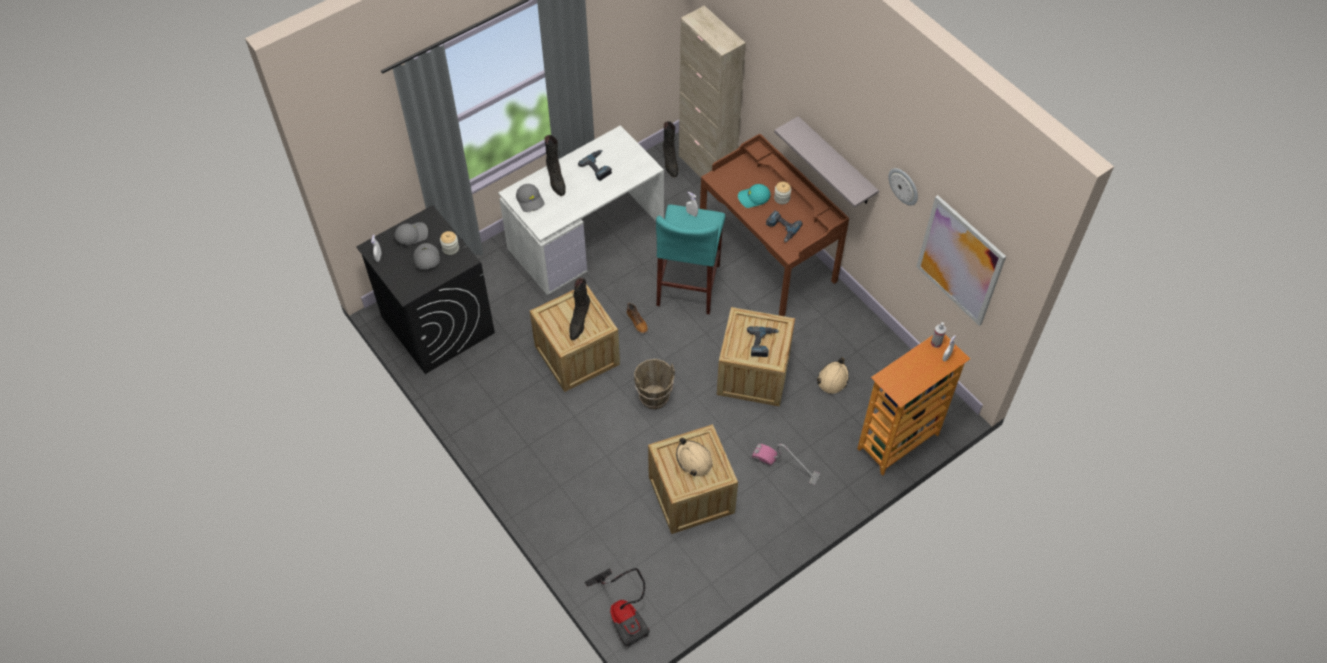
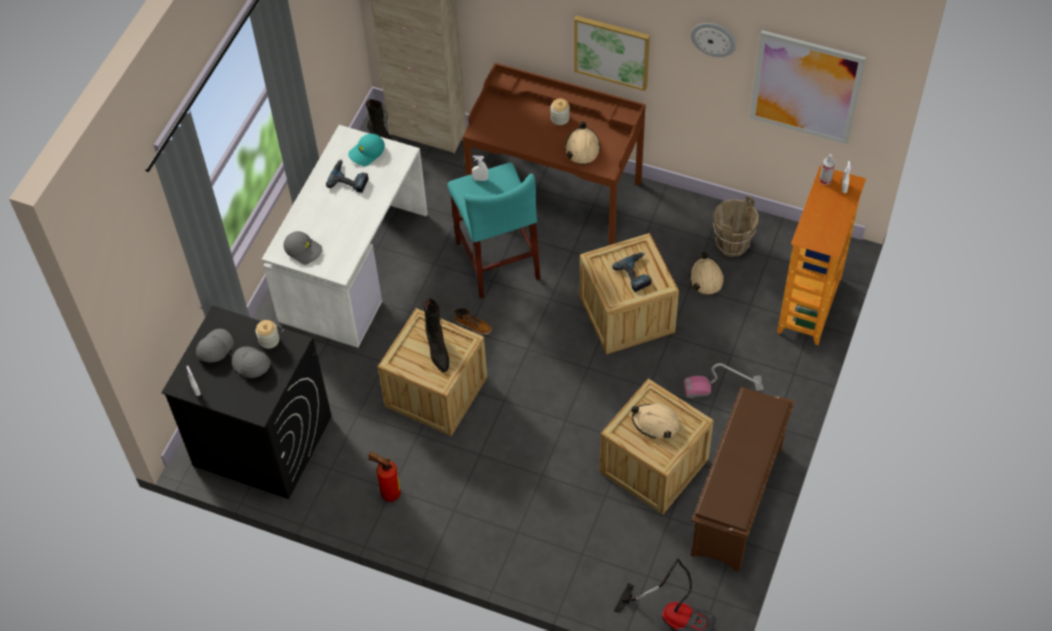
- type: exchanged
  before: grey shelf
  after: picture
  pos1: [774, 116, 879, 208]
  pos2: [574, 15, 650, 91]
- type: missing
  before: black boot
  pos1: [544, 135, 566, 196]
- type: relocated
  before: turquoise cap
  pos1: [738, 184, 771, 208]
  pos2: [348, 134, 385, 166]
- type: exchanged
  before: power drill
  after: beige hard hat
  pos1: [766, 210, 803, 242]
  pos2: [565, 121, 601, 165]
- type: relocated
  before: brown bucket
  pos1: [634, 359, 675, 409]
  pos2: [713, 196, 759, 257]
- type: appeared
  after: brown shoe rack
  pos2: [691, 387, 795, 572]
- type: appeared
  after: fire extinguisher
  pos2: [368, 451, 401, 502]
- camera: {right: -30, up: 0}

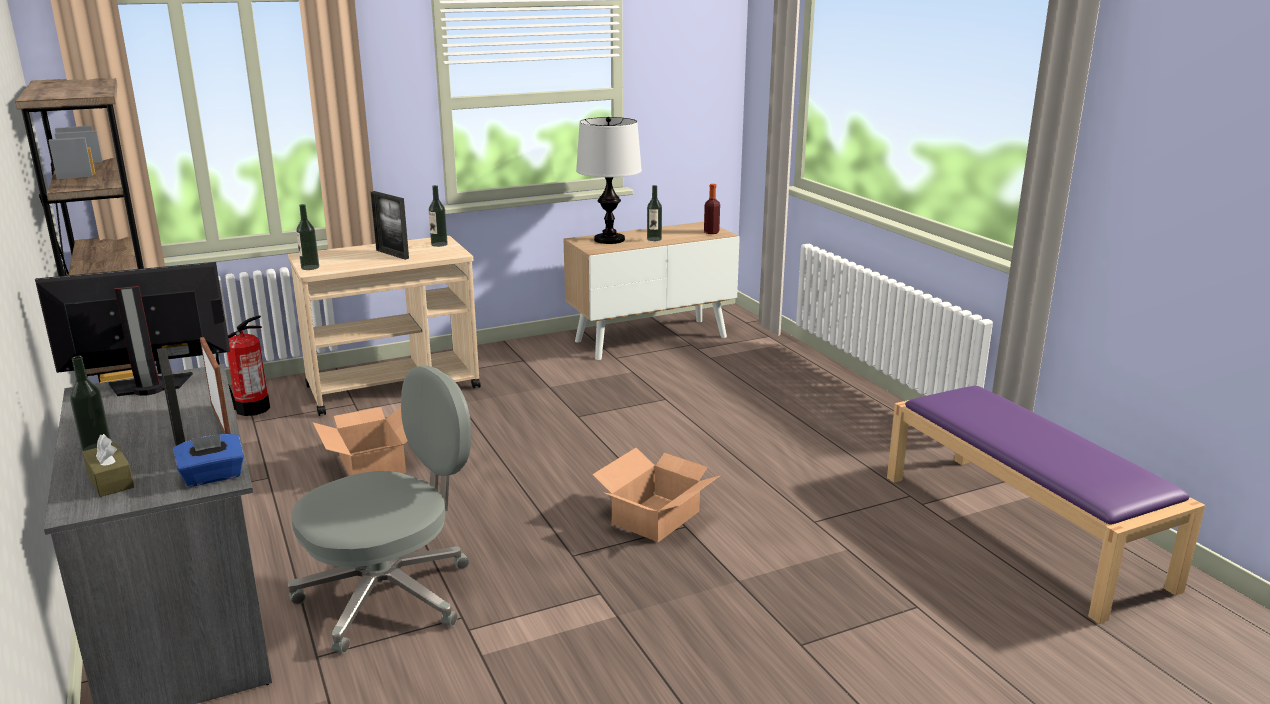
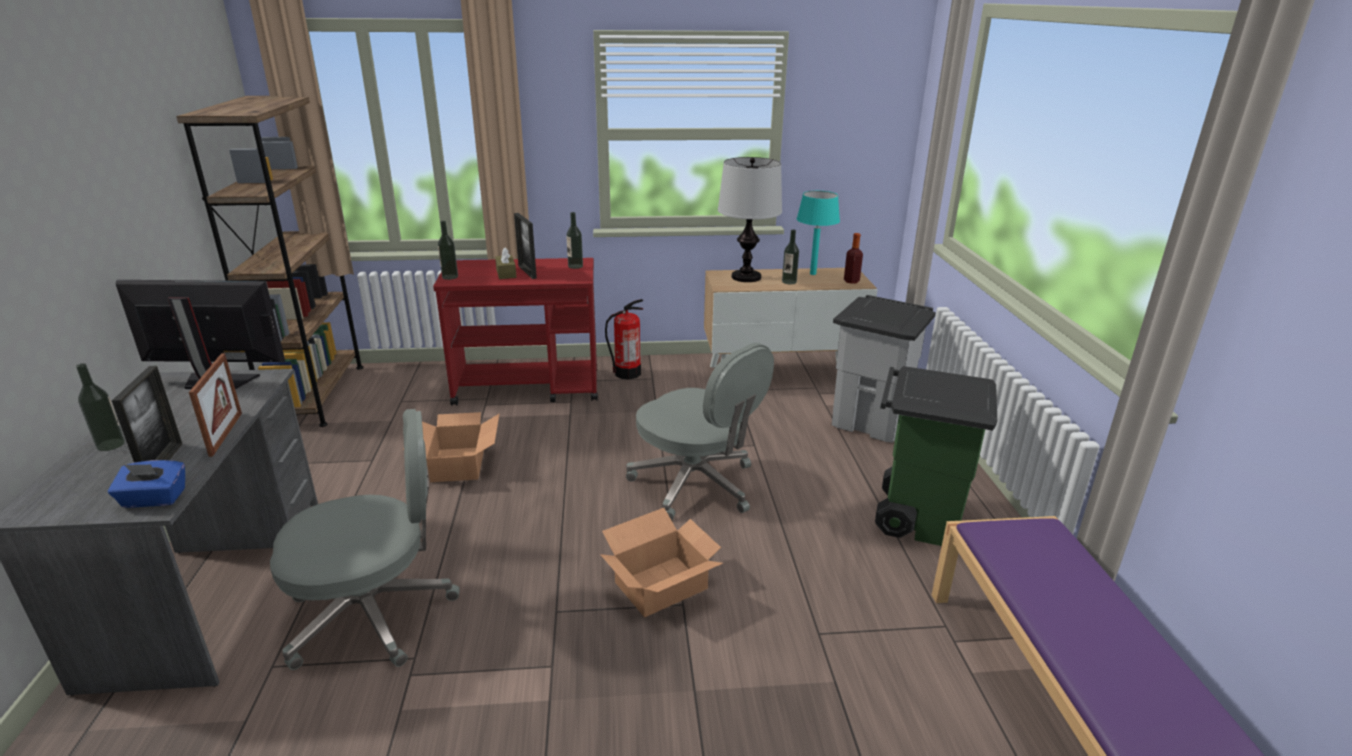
- type: colour
  before: beige cart
  after: red cart
  pos1: [288, 236, 481, 416]
  pos2: [433, 258, 598, 406]
- type: relocated
  before: fire extinguisher
  pos1: [216, 315, 270, 416]
  pos2: [605, 299, 643, 379]
- type: relocated
  before: brown tissue box
  pos1: [82, 434, 134, 497]
  pos2: [495, 247, 517, 279]
- type: appeared
  after: turquoise table lamp
  pos2: [797, 191, 840, 275]
- type: appeared
  after: grey trash can
  pos2: [832, 295, 936, 443]
- type: appeared
  after: grey office chair
  pos2: [626, 343, 774, 520]
- type: appeared
  after: green trash can
  pos2: [875, 366, 997, 546]
- camera: {right: 20, up: 5}

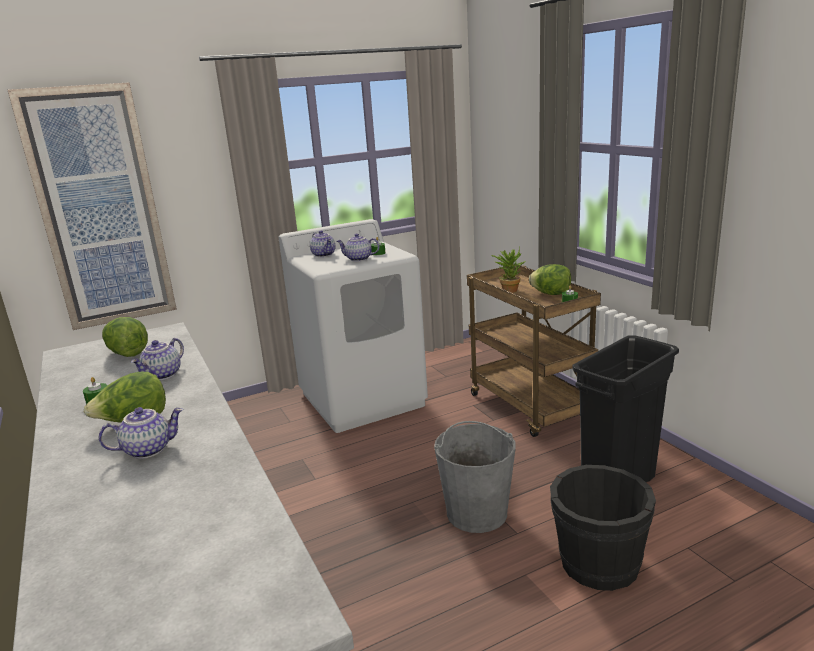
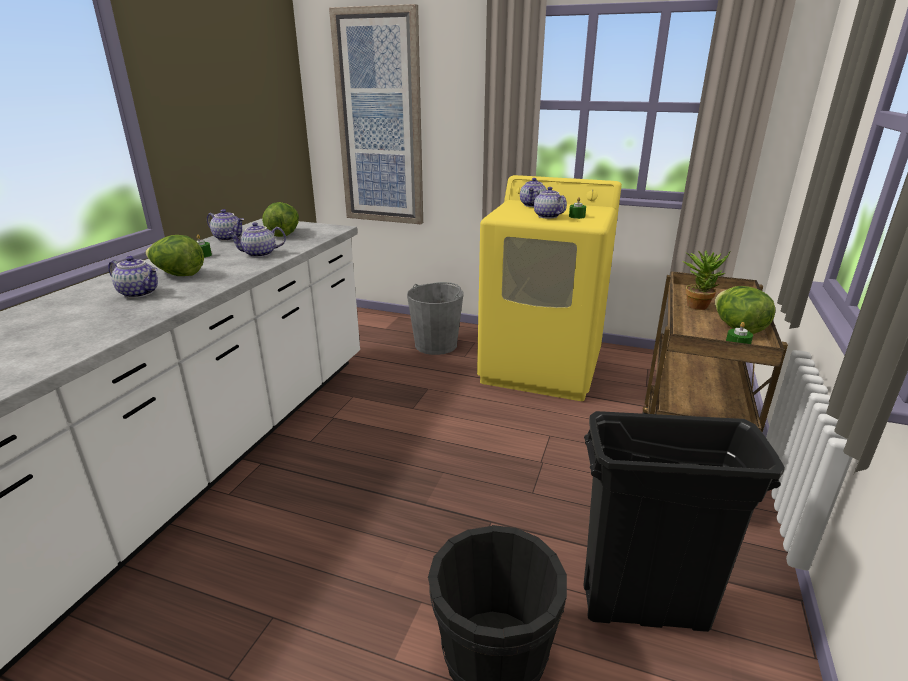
- type: colour
  before: white washing machine
  after: yellow washing machine
  pos1: [279, 219, 428, 433]
  pos2: [477, 175, 622, 401]
- type: relocated
  before: grey bucket
  pos1: [434, 421, 516, 533]
  pos2: [407, 282, 463, 355]
- type: appeared
  after: teapot
  pos2: [207, 209, 244, 241]
- camera: {right: 45, up: 5}

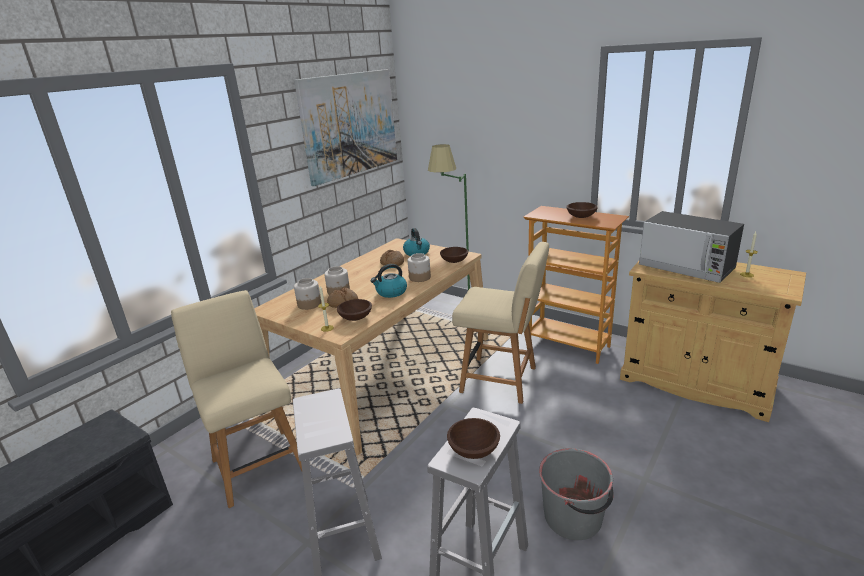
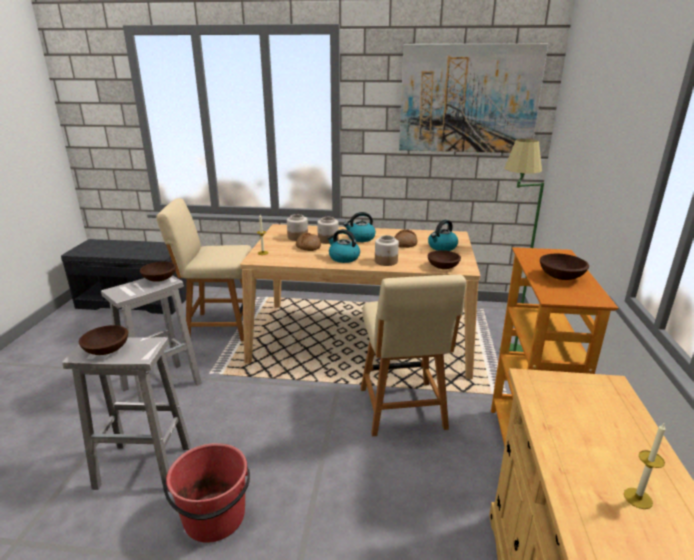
- type: missing
  before: microwave
  pos1: [639, 211, 744, 283]
- type: spun
  before: beige chair
  pos1: [171, 290, 302, 508]
  pos2: [156, 198, 252, 341]
  turn: -120
- type: relocated
  before: brown bowl
  pos1: [337, 299, 372, 321]
  pos2: [140, 262, 176, 282]
- type: colour
  before: grey bucket
  after: red bucket
  pos1: [539, 448, 614, 540]
  pos2: [163, 443, 250, 543]
- type: appeared
  after: kettle
  pos2: [343, 212, 376, 242]
- camera: {right: 60, up: 0}

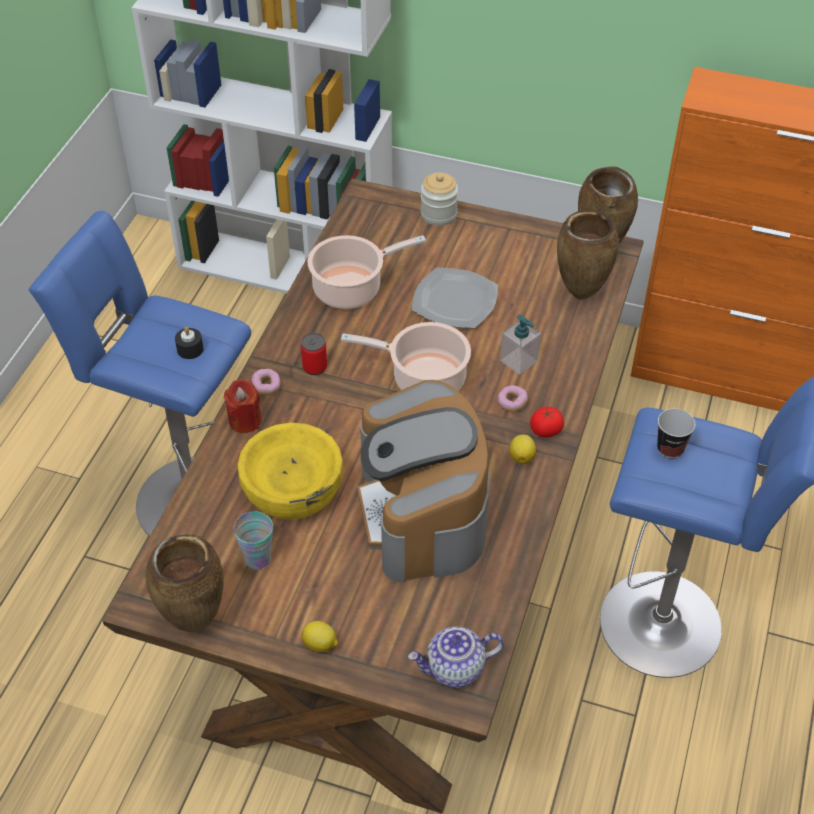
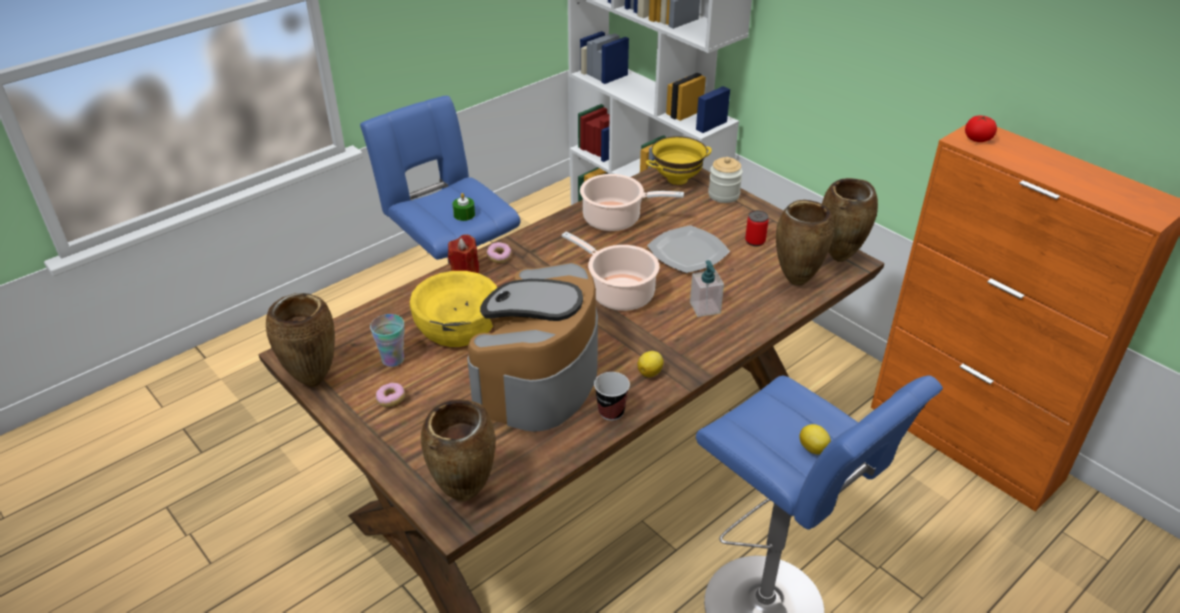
- type: colour
  before: black candle
  after: green candle
  pos1: [175, 327, 204, 359]
  pos2: [452, 193, 475, 221]
- type: relocated
  before: can
  pos1: [301, 333, 327, 375]
  pos2: [745, 210, 769, 246]
- type: relocated
  before: donut
  pos1: [498, 385, 528, 412]
  pos2: [376, 383, 405, 407]
- type: relocated
  before: tomato
  pos1: [530, 407, 564, 438]
  pos2: [965, 115, 997, 142]
- type: relocated
  before: cup
  pos1: [657, 408, 695, 458]
  pos2: [594, 372, 630, 421]
- type: relocated
  before: lemon
  pos1: [301, 621, 338, 652]
  pos2: [799, 424, 831, 455]
- type: exchanged
  before: teapot
  after: brown vase
  pos1: [408, 626, 504, 688]
  pos2: [421, 399, 496, 501]
- type: appeared
  after: yellow bowl
  pos2: [646, 136, 712, 185]
- camera: {right: 30, up: -10}

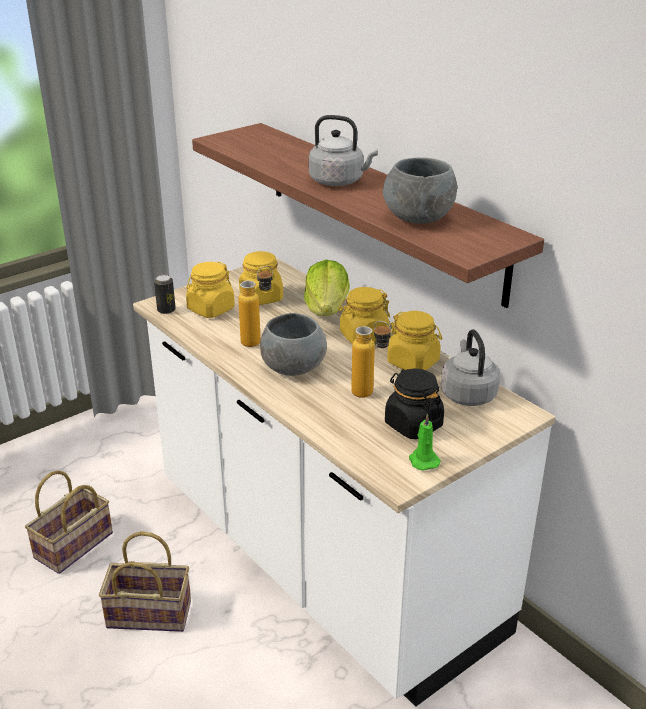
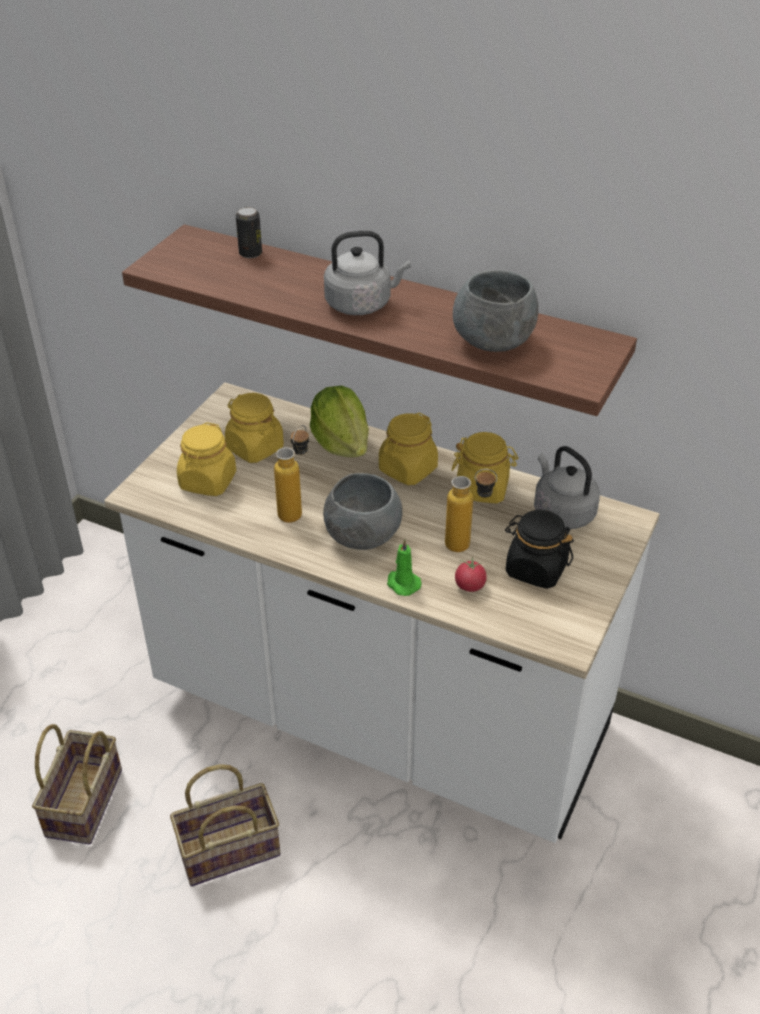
- type: relocated
  before: can
  pos1: [154, 275, 176, 314]
  pos2: [236, 207, 262, 258]
- type: relocated
  before: green candle
  pos1: [409, 413, 441, 471]
  pos2: [387, 539, 422, 596]
- type: appeared
  after: tomato
  pos2: [455, 557, 487, 592]
- camera: {right: -25, up: 10}

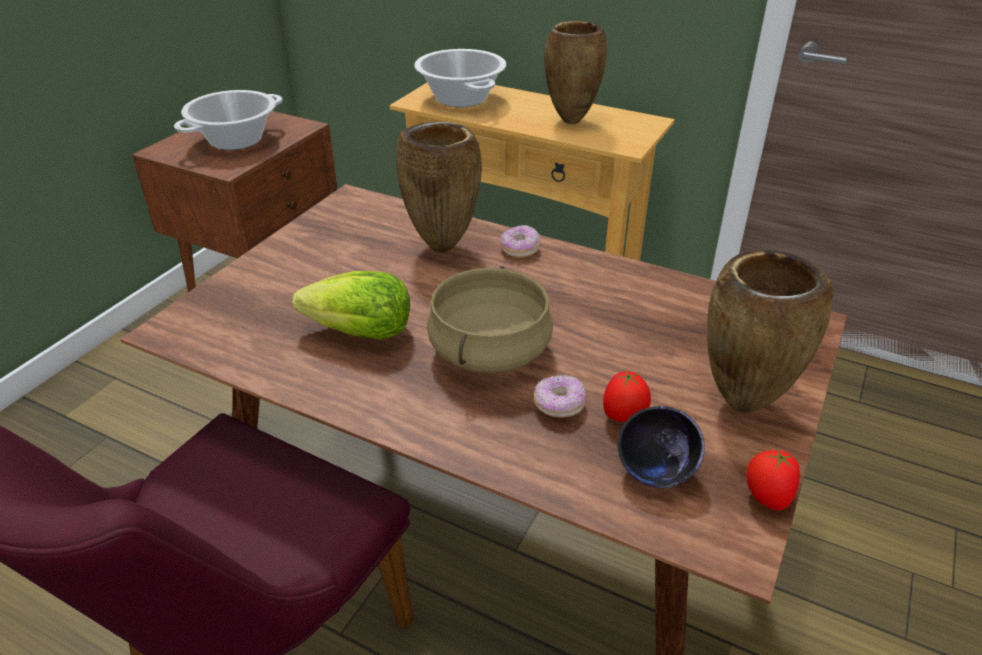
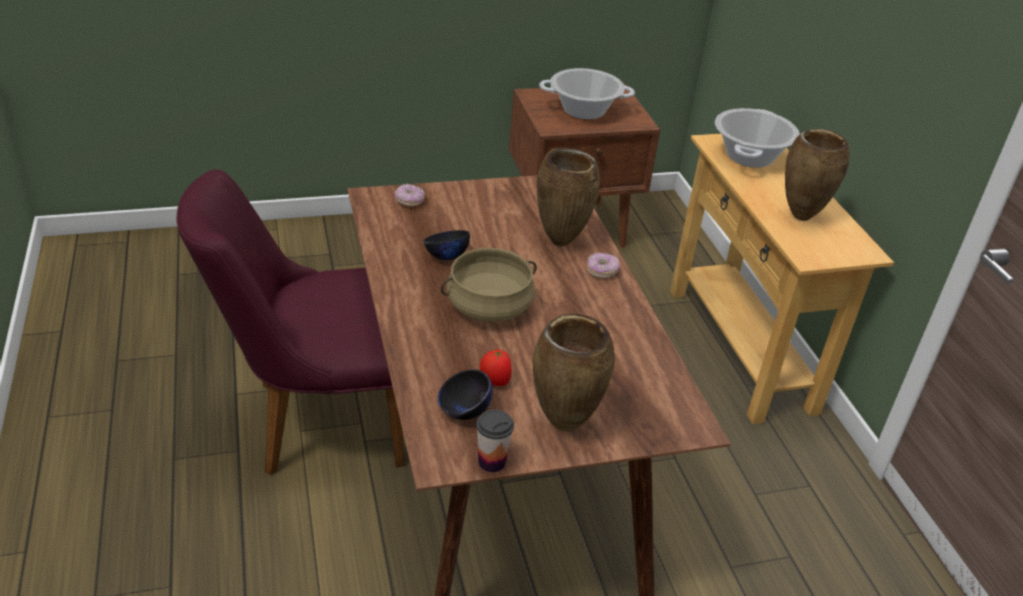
- type: exchanged
  before: lettuce
  after: black bowl
  pos1: [293, 271, 410, 340]
  pos2: [424, 230, 470, 260]
- type: relocated
  before: donut
  pos1: [534, 375, 586, 418]
  pos2: [394, 184, 425, 207]
- type: exchanged
  before: tomato
  after: cup
  pos1: [746, 448, 800, 511]
  pos2: [476, 409, 514, 472]
- camera: {right: 45, up: 0}

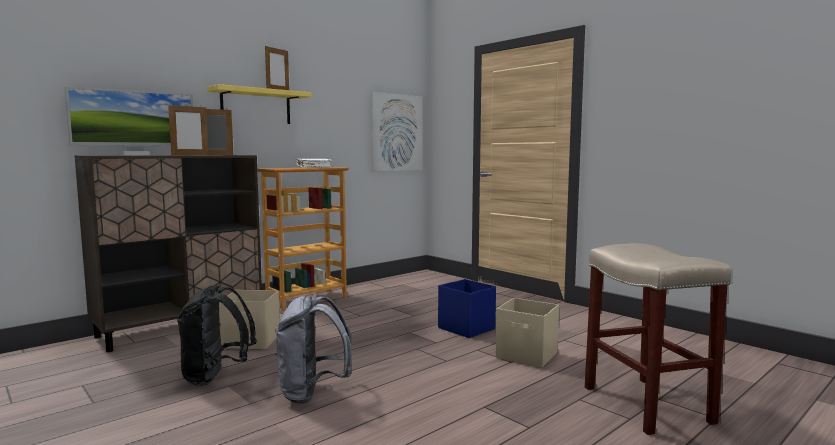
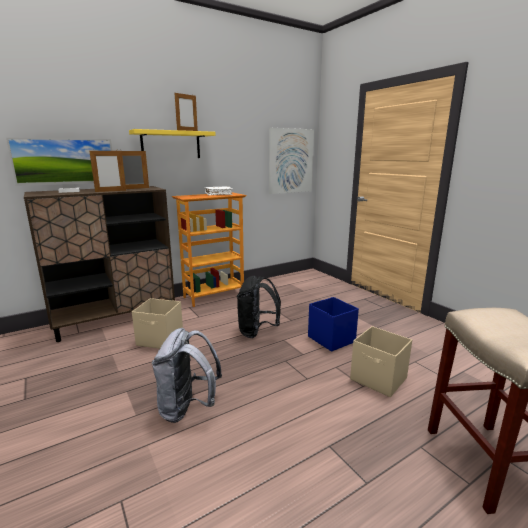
- type: relocated
  before: black backpack
  pos1: [177, 285, 257, 386]
  pos2: [237, 276, 281, 338]
- camera: {right: 10, up: 10}

